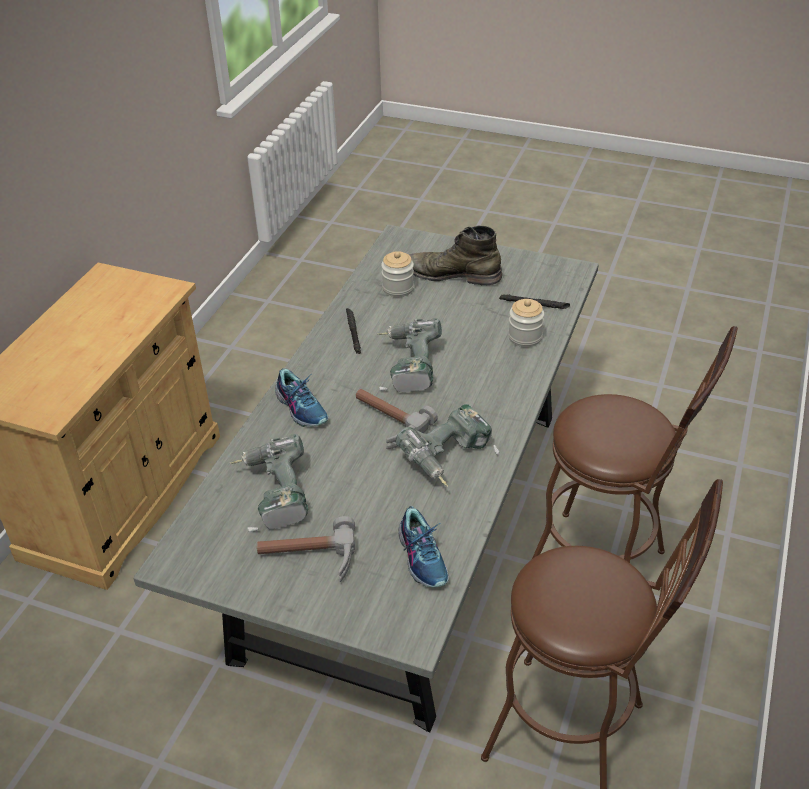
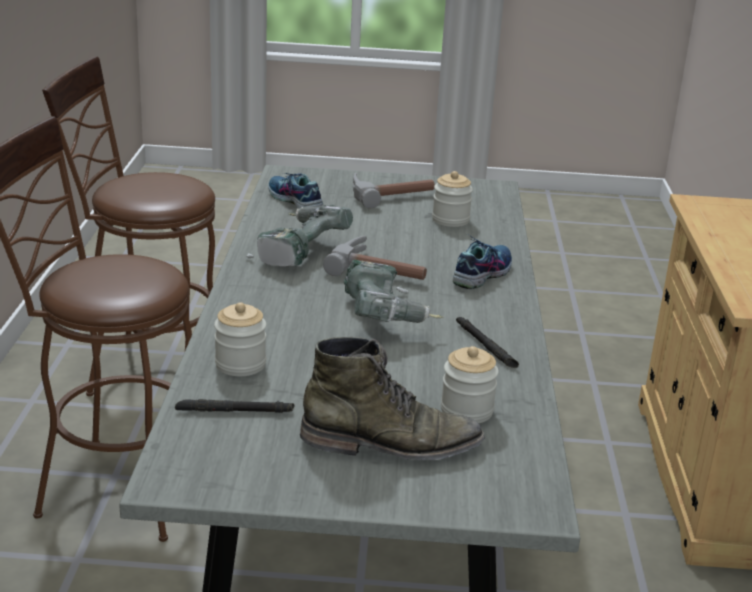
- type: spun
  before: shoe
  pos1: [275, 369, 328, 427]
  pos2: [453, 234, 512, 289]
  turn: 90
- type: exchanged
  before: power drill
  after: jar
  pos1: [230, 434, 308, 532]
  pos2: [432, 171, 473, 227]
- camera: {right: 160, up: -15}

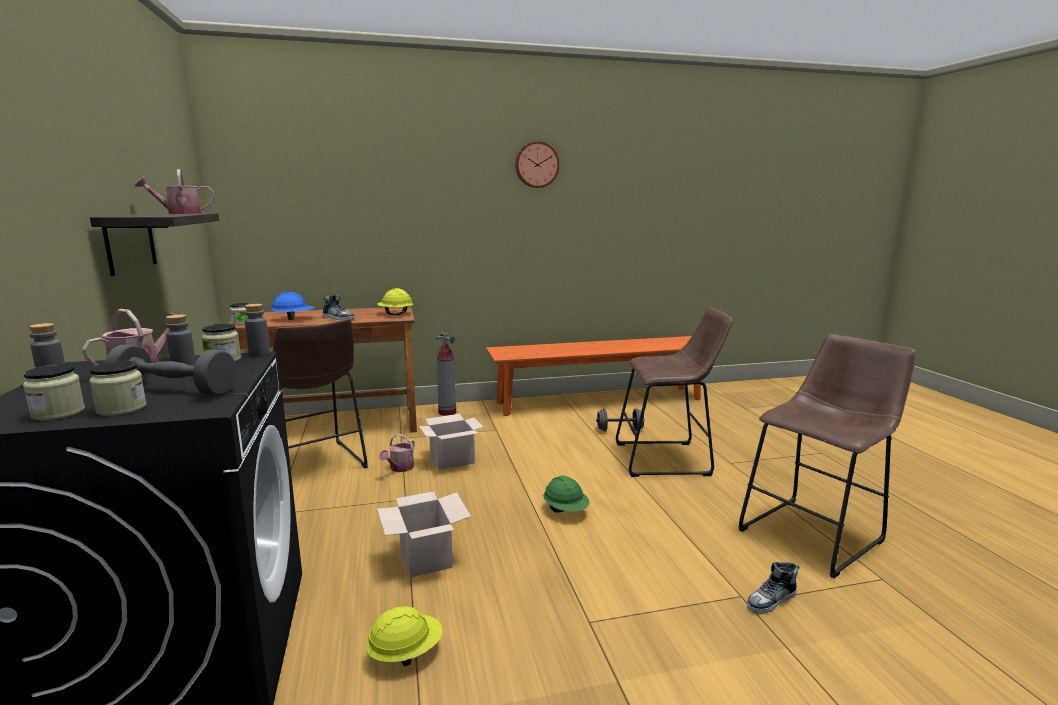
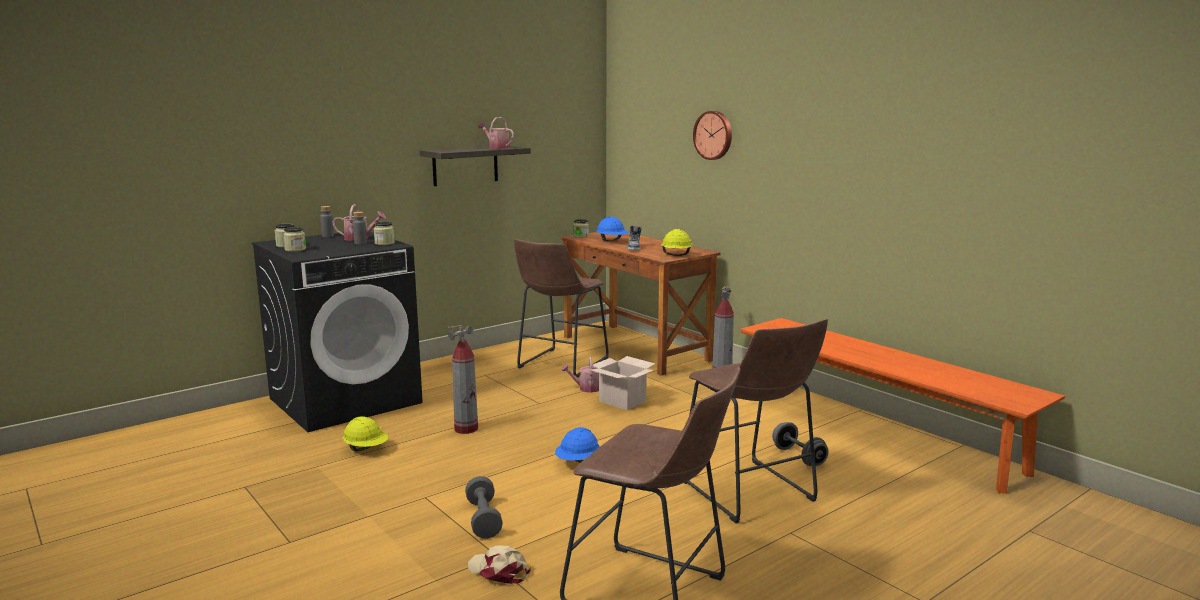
- type: relocated
  before: wall clock
  pos1: [515, 141, 559, 188]
  pos2: [693, 111, 732, 160]
- type: missing
  before: grey bottle
  pos1: [245, 304, 270, 357]
- type: relocated
  before: grey dumbbell
  pos1: [104, 344, 236, 396]
  pos2: [465, 476, 503, 539]
- type: colour
  before: green hard hat
  after: blue hard hat
  pos1: [543, 476, 590, 513]
  pos2: [555, 427, 600, 463]
- type: exchanged
  before: cardboard box
  after: fire extinguisher
  pos1: [377, 491, 471, 578]
  pos2: [448, 325, 478, 434]
- type: exchanged
  before: shoe
  after: beige cap
  pos1: [747, 562, 799, 614]
  pos2: [468, 545, 531, 584]
- camera: {right: 65, up: 0}

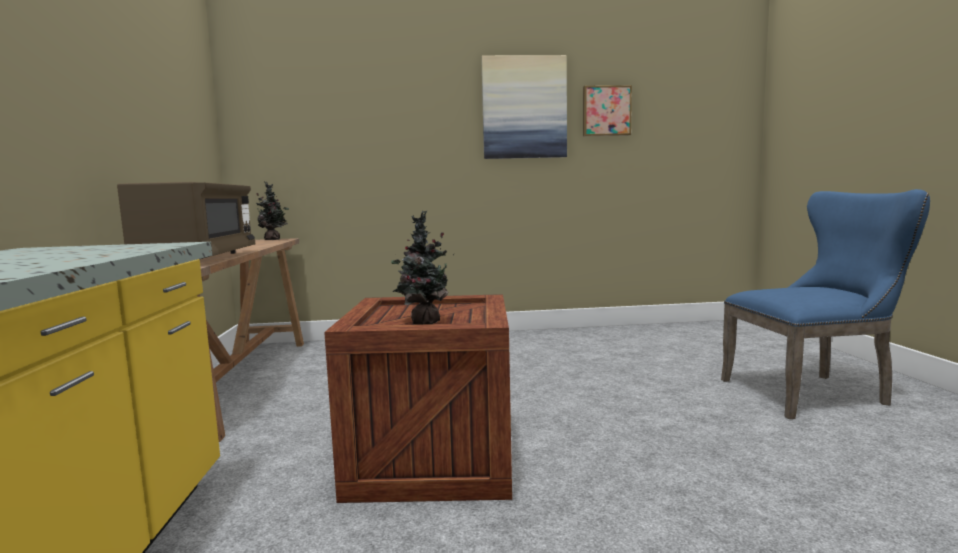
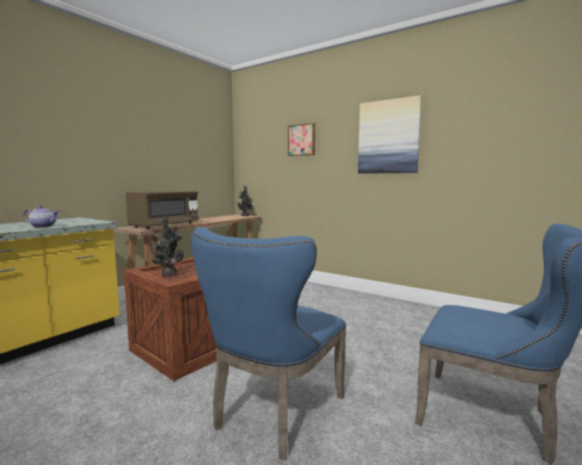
- type: relocated
  before: picture
  pos1: [583, 85, 632, 136]
  pos2: [288, 123, 315, 156]
- type: appeared
  after: teapot
  pos2: [23, 206, 59, 227]
- type: appeared
  after: blue chair
  pos2: [191, 227, 346, 460]
- camera: {right: 40, up: 0}

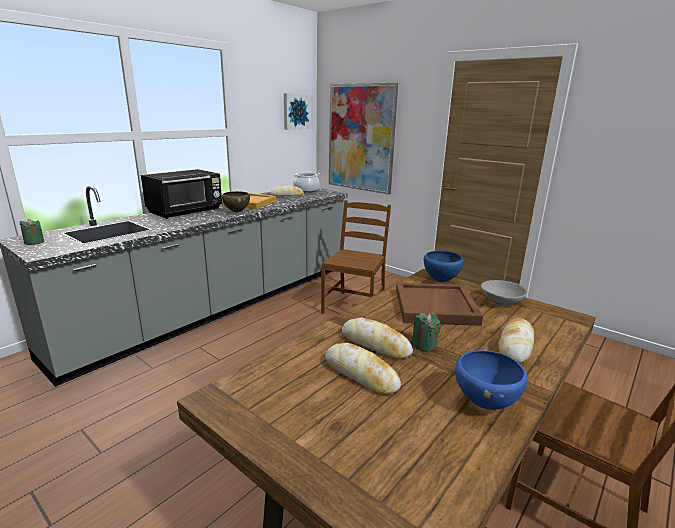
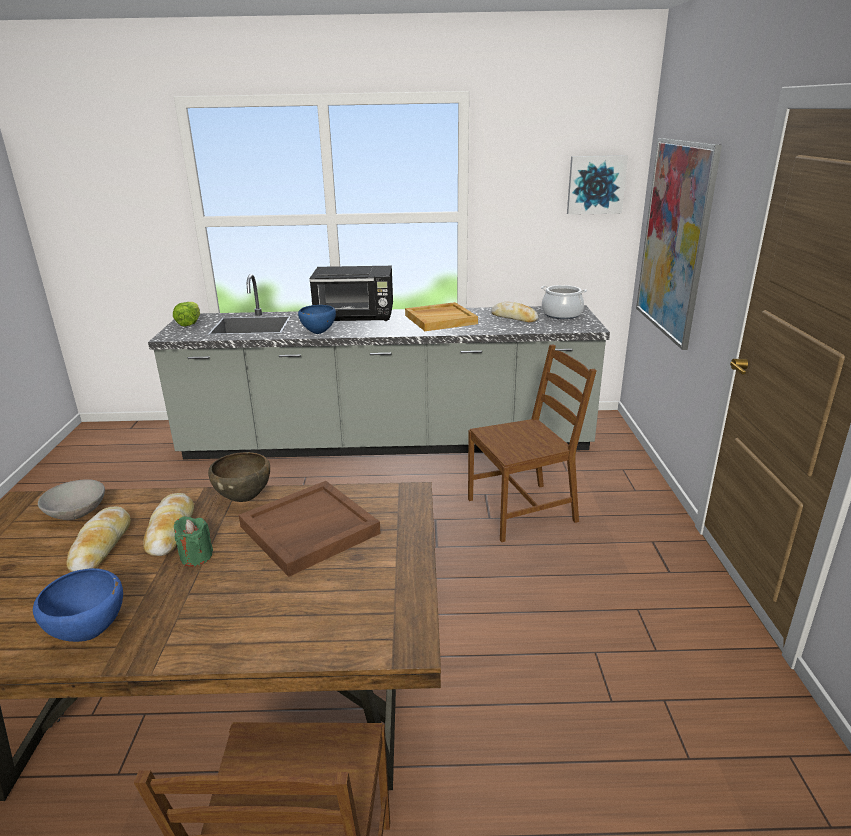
- type: relocated
  before: brown bowl
  pos1: [222, 191, 250, 212]
  pos2: [208, 452, 270, 502]
- type: exchanged
  before: green candle
  after: lettuce
  pos1: [20, 219, 44, 245]
  pos2: [173, 302, 200, 326]
- type: relocated
  before: blue bowl
  pos1: [424, 251, 463, 282]
  pos2: [298, 305, 336, 334]
- type: relocated
  before: grey bowl
  pos1: [481, 280, 528, 306]
  pos2: [38, 479, 105, 520]
- type: missing
  before: bread
  pos1: [498, 318, 534, 363]
- camera: {right: 50, up: 5}

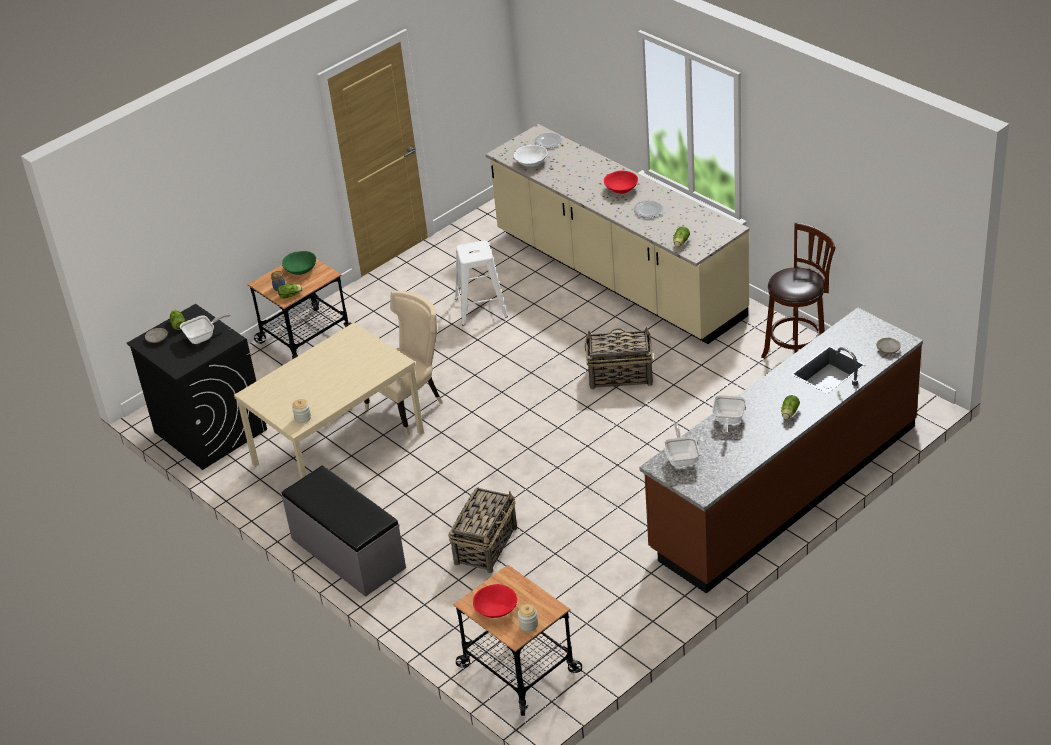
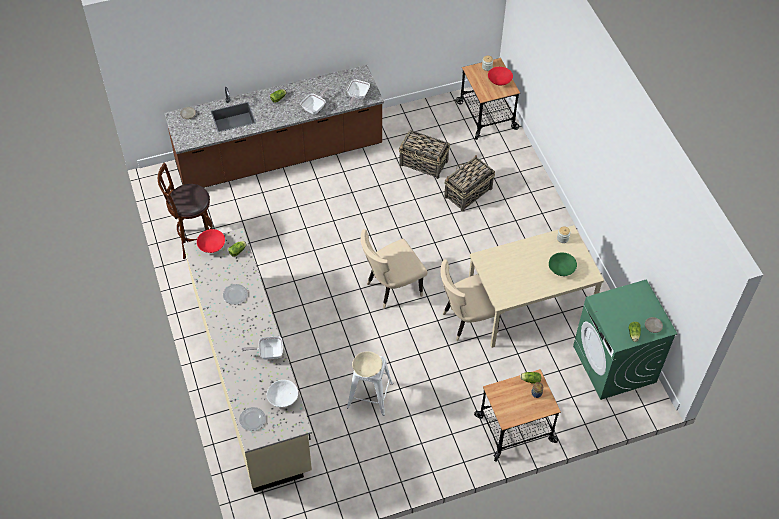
- type: relocated
  before: red bowl
  pos1: [604, 171, 638, 194]
  pos2: [197, 229, 225, 253]
- type: relocated
  before: green bowl
  pos1: [282, 251, 316, 275]
  pos2: [549, 252, 577, 276]
- type: colour
  before: black washing machine
  after: green washing machine
  pos1: [127, 304, 267, 470]
  pos2: [573, 279, 677, 400]
- type: relocated
  before: frying pan
  pos1: [180, 313, 231, 344]
  pos2: [241, 336, 283, 360]
- type: relocated
  before: basket
  pos1: [585, 327, 653, 390]
  pos2: [399, 130, 450, 179]
- type: missing
  before: grey bench
  pos1: [282, 466, 406, 597]
- type: appeared
  after: beige chair
  pos2: [361, 229, 427, 309]
- type: appeared
  after: beige bowl
  pos2: [352, 351, 382, 377]
- camera: {right: -160, up: 15}

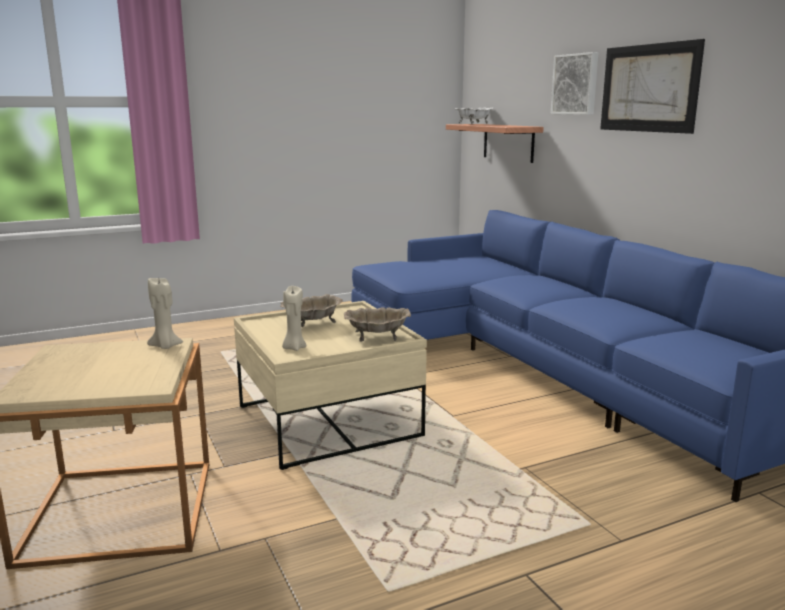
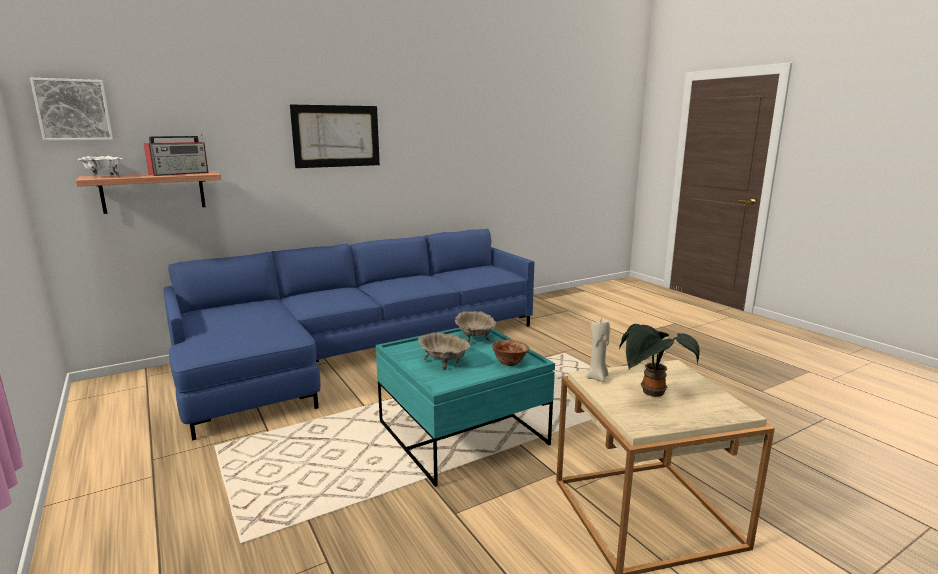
- type: relocated
  before: picture
  pos1: [551, 52, 599, 115]
  pos2: [30, 78, 113, 141]
- type: exchanged
  before: beige candle
  after: bowl
  pos1: [282, 286, 307, 351]
  pos2: [492, 340, 529, 366]
- type: colour
  before: beige coffee table
  after: turquoise coffee table
  pos1: [234, 301, 427, 470]
  pos2: [376, 328, 555, 487]
- type: appeared
  after: radio
  pos2: [144, 134, 209, 176]
- type: appeared
  after: potted plant
  pos2: [619, 324, 700, 397]
- camera: {right: -95, up: 0}

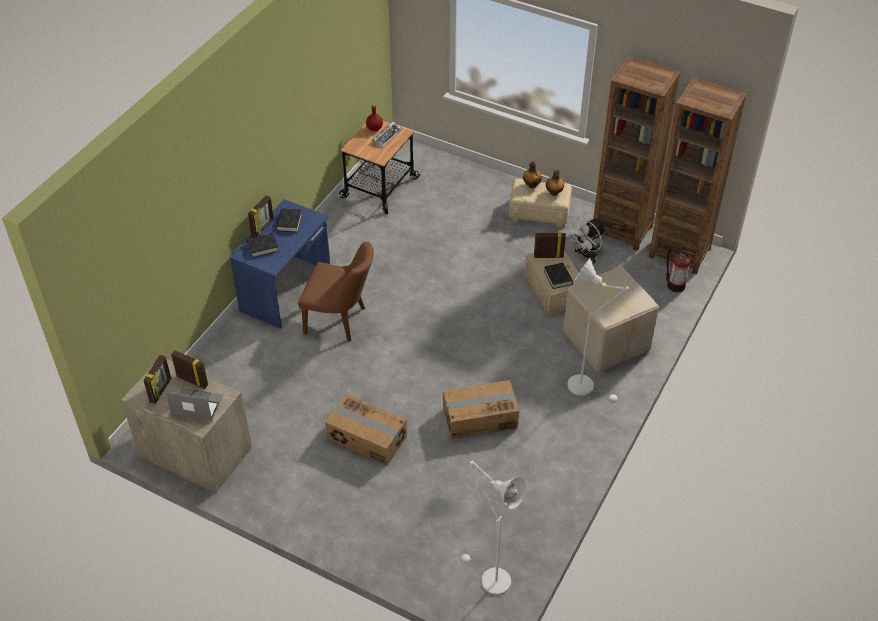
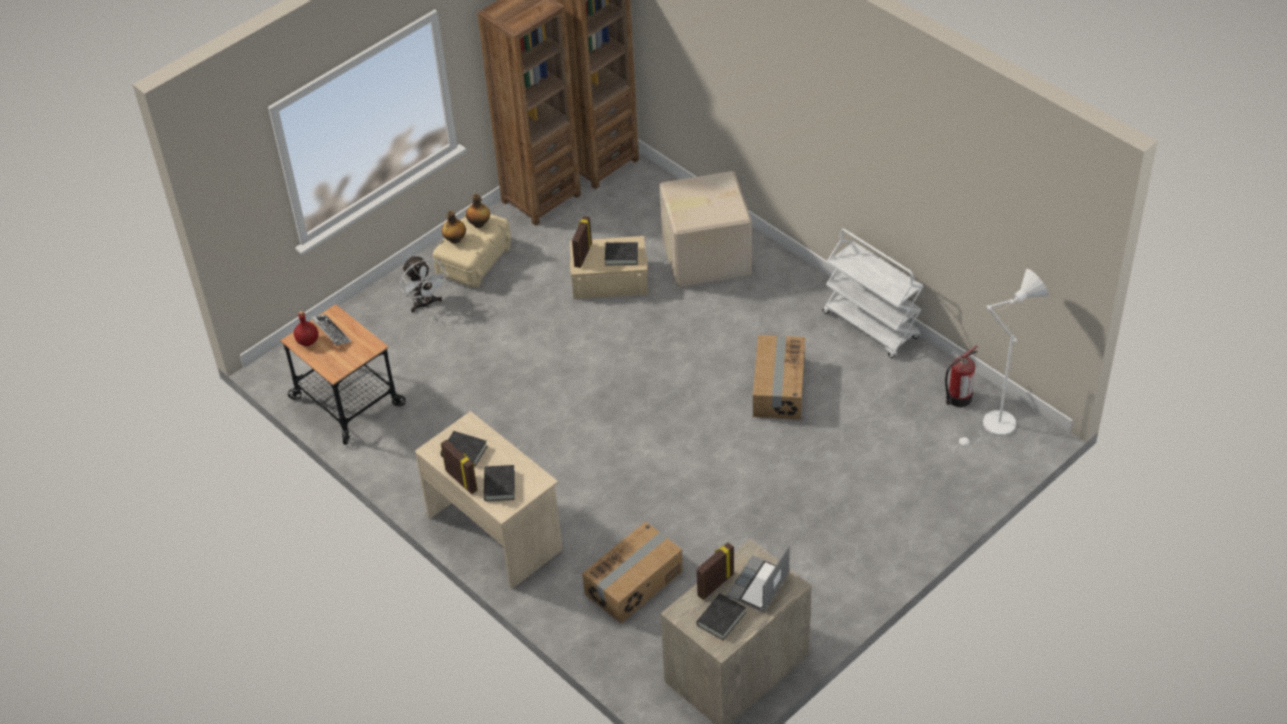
- type: colour
  before: blue desk
  after: beige desk
  pos1: [230, 199, 330, 329]
  pos2: [415, 411, 562, 589]
- type: relocated
  before: white fan
  pos1: [567, 218, 606, 264]
  pos2: [400, 255, 449, 313]
- type: missing
  before: brown chair
  pos1: [298, 241, 374, 342]
- type: relocated
  before: fire extinguisher
  pos1: [666, 248, 693, 292]
  pos2: [945, 345, 978, 407]
- type: missing
  before: white floor lamp
  pos1: [567, 258, 629, 402]
- type: exchanged
  before: picture frame
  after: black book
  pos1: [143, 355, 171, 404]
  pos2: [696, 593, 746, 640]
- type: relocated
  before: cardboard box
  pos1: [325, 394, 407, 465]
  pos2: [582, 521, 683, 623]
- type: appeared
  after: white cart
  pos2: [822, 229, 924, 358]
- camera: {right: -70, up: 0}

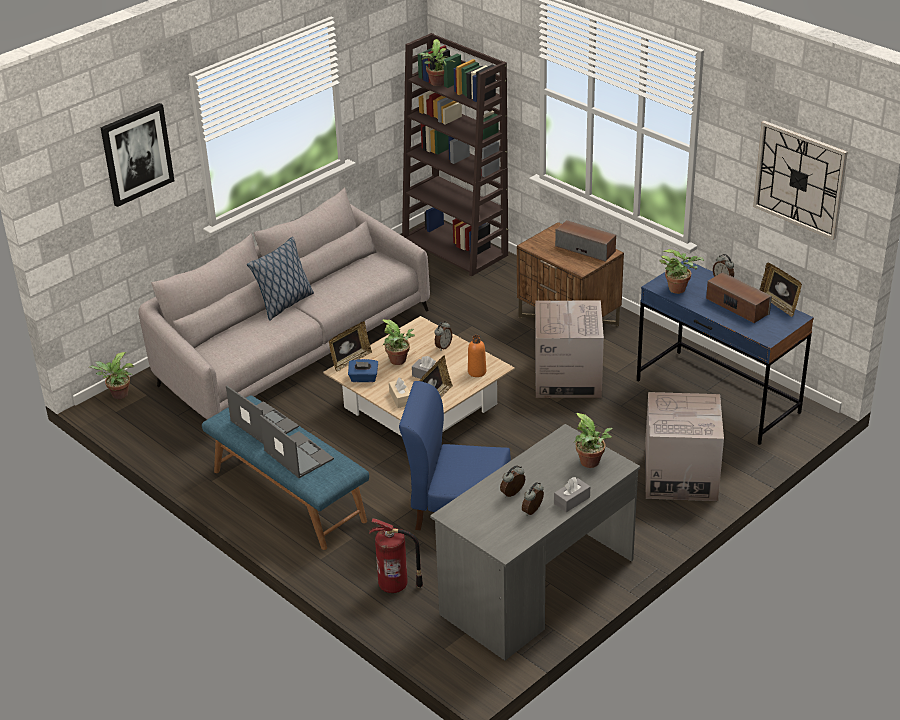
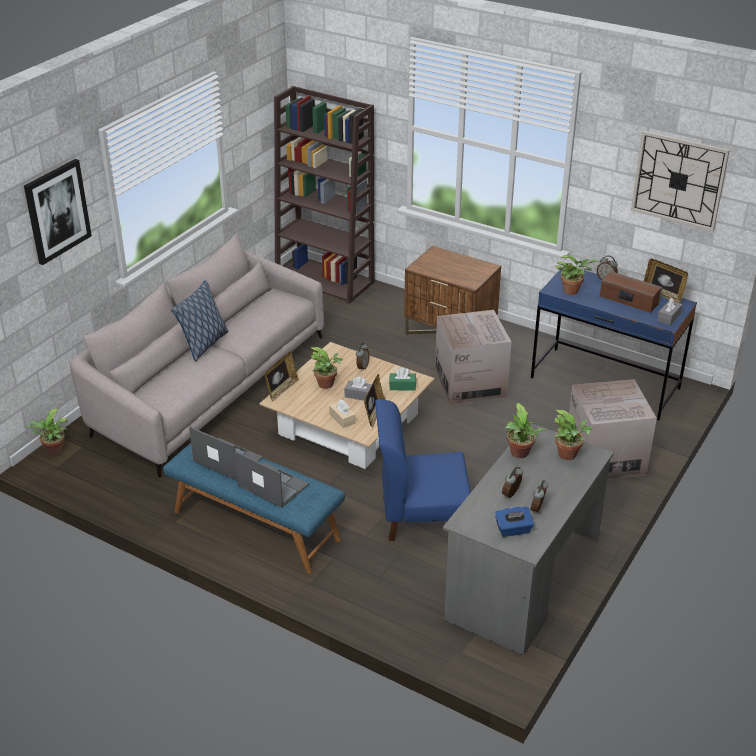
- type: relocated
  before: potted plant
  pos1: [419, 39, 455, 86]
  pos2: [505, 403, 547, 458]
- type: missing
  before: speaker
  pos1: [555, 220, 616, 262]
- type: exchanged
  before: orange bottle
  after: green tissue box
  pos1: [468, 335, 486, 377]
  pos2: [389, 368, 416, 391]
- type: relocated
  before: blue tissue box
  pos1: [348, 359, 378, 382]
  pos2: [495, 507, 534, 537]
- type: relocated
  before: grey tissue box
  pos1: [554, 477, 590, 512]
  pos2: [657, 297, 683, 325]
- type: missing
  before: fire extinguisher
  pos1: [369, 518, 423, 593]
- camera: {right: -15, up: 0}

